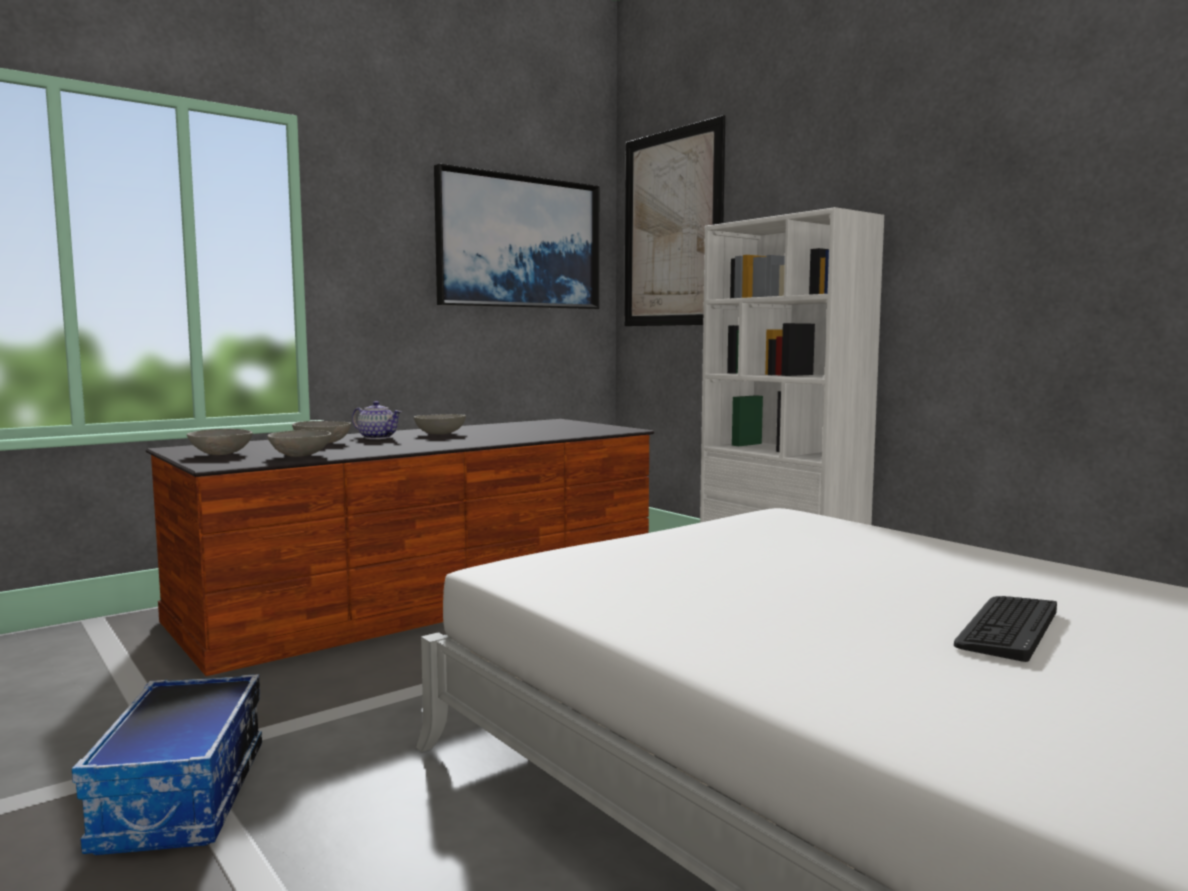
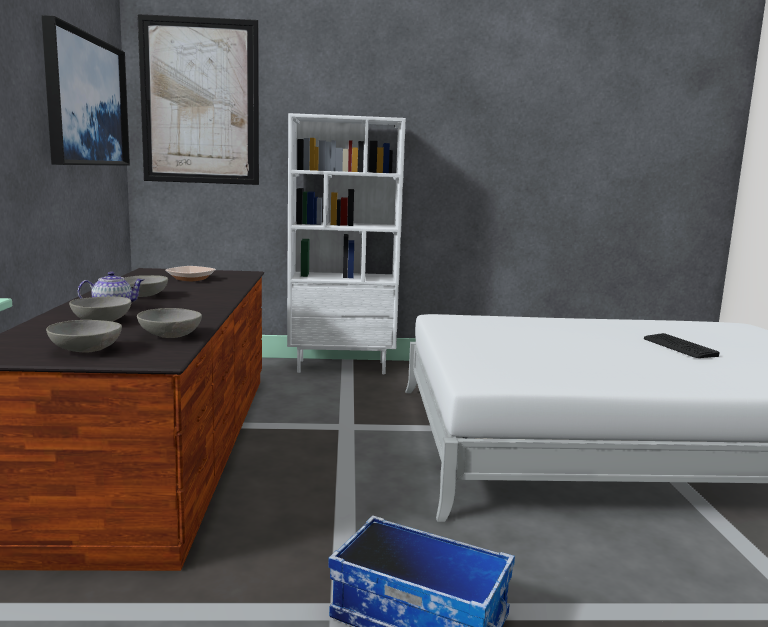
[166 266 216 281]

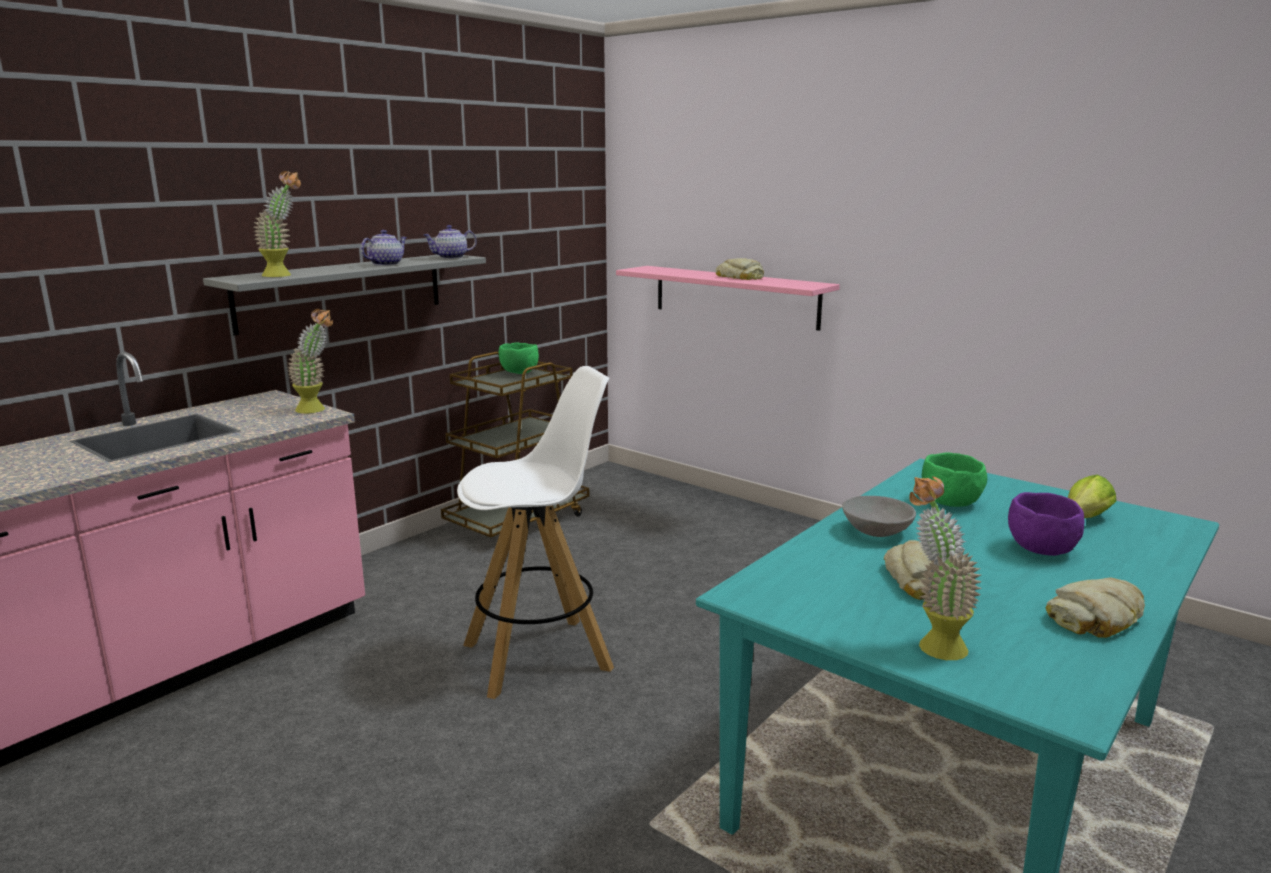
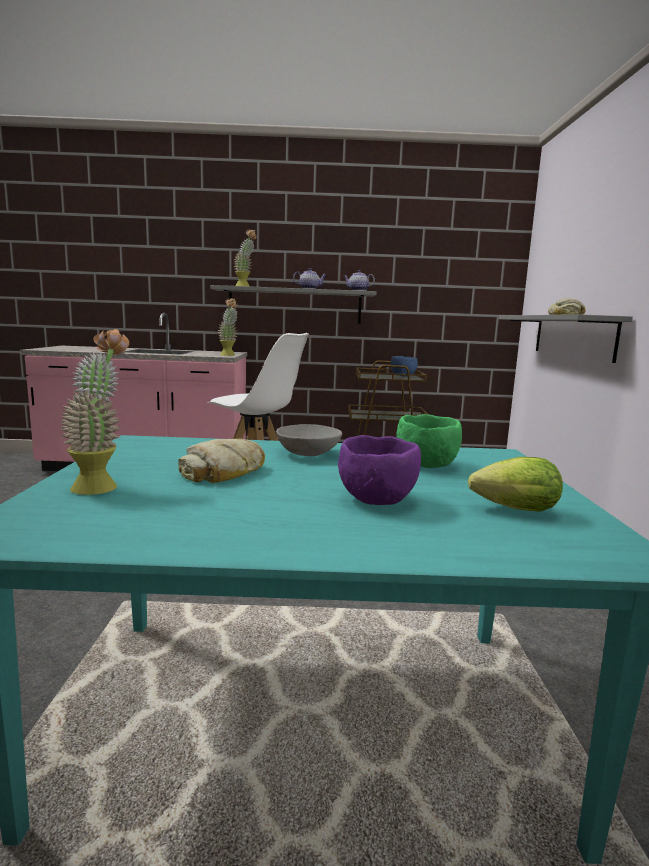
[499 314 633 363]
[391 356 418 377]
[1046 577 1145 638] (first image)

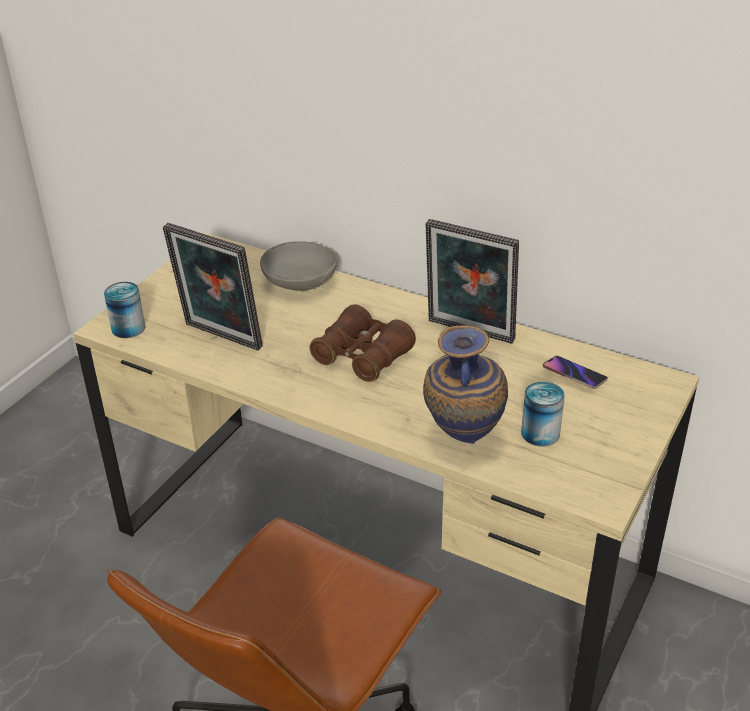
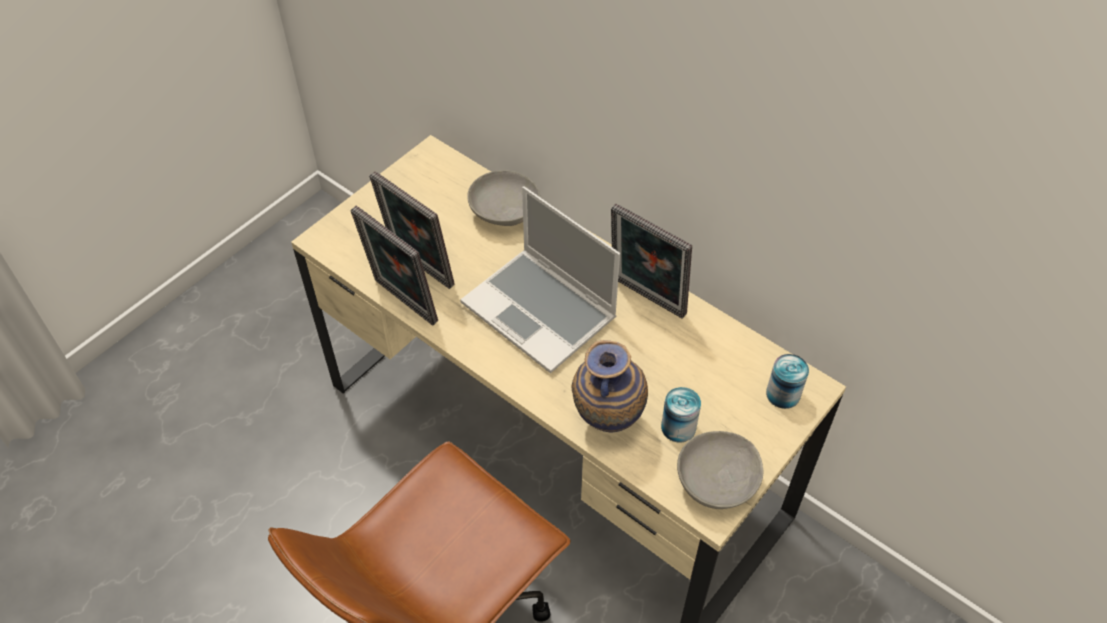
[766 354 809 409]
[460 186 620 373]
[543 356 608 389] (first image)
[350 206 438 325]
[677 431 764 509]

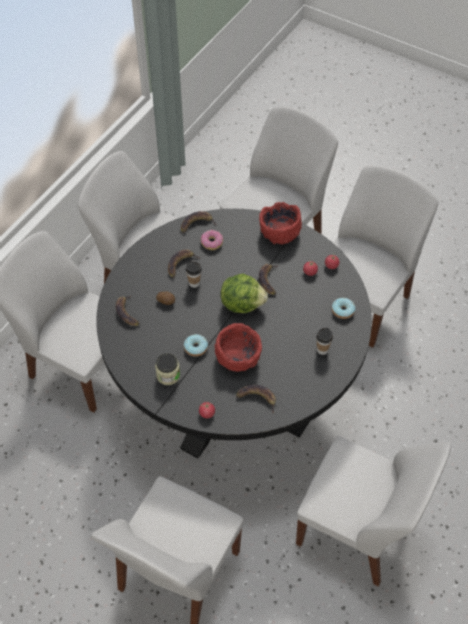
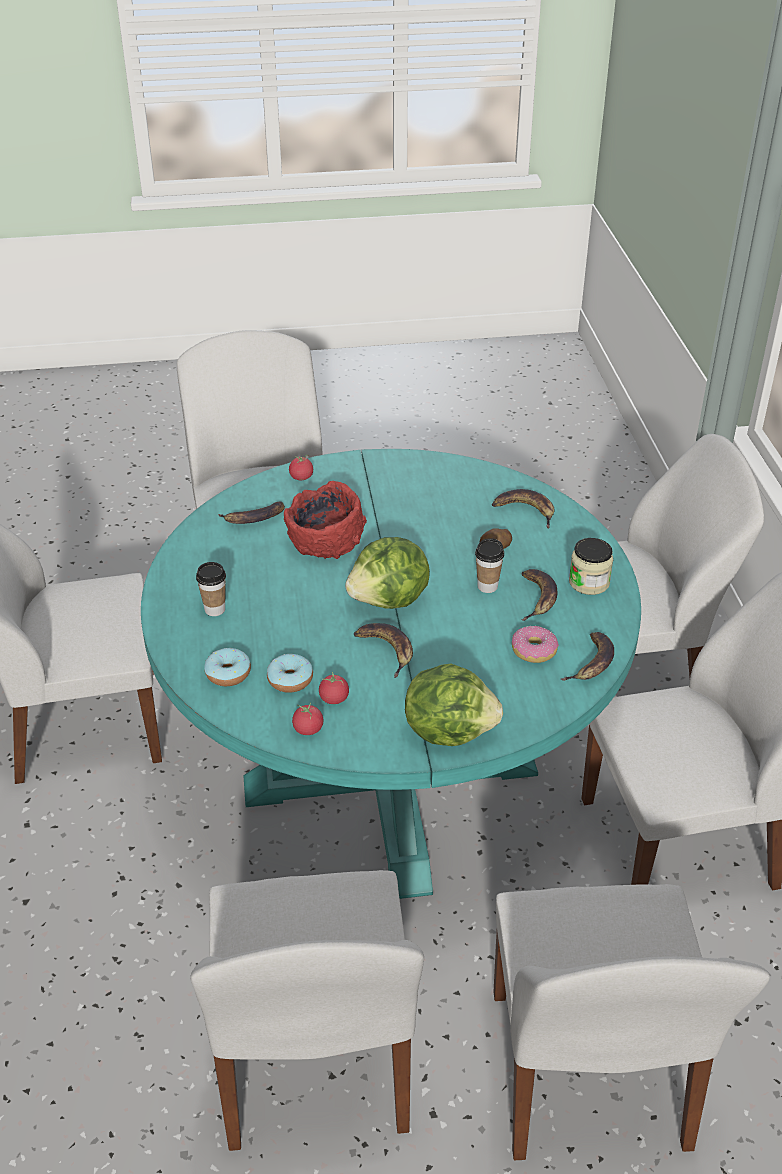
[405 664 503 746]
[141 449 641 899]
[267 654 313 693]
[569 538 613 595]

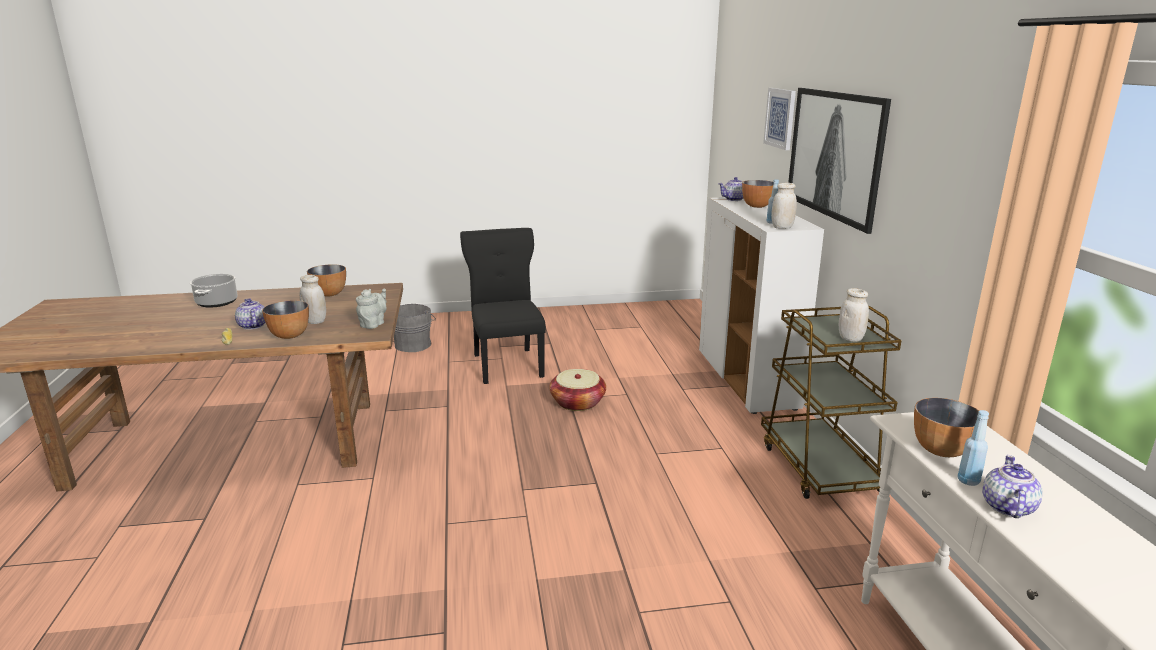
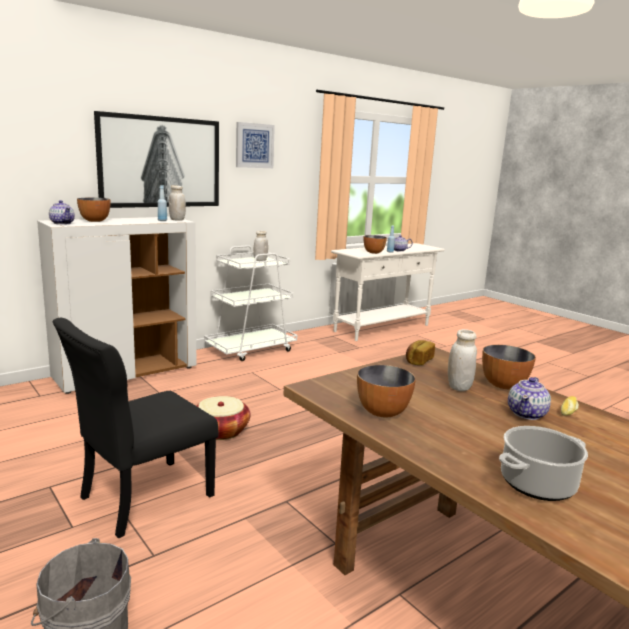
[236 122 275 168]
[406 340 435 365]
[204 245 297 361]

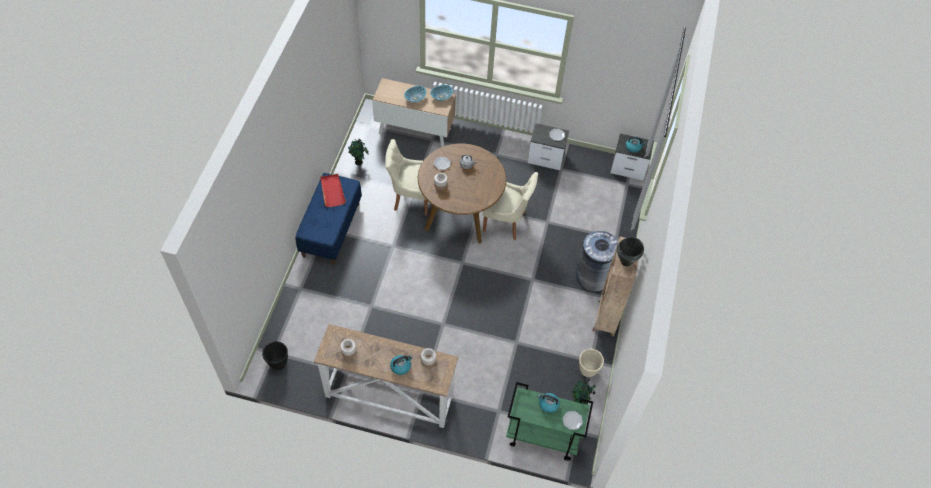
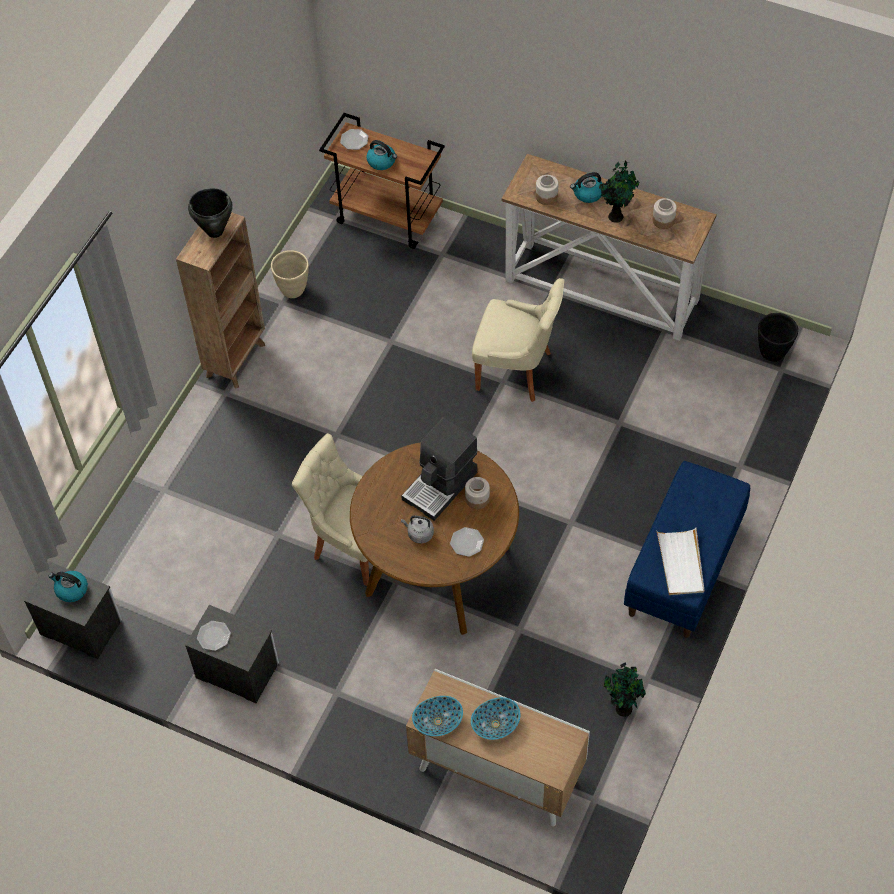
[472 278 565 402]
[657 528 704 595]
[576 231 618 291] (first image)
[599 161 639 223]
[319 113 445 249]
[401 417 477 521]

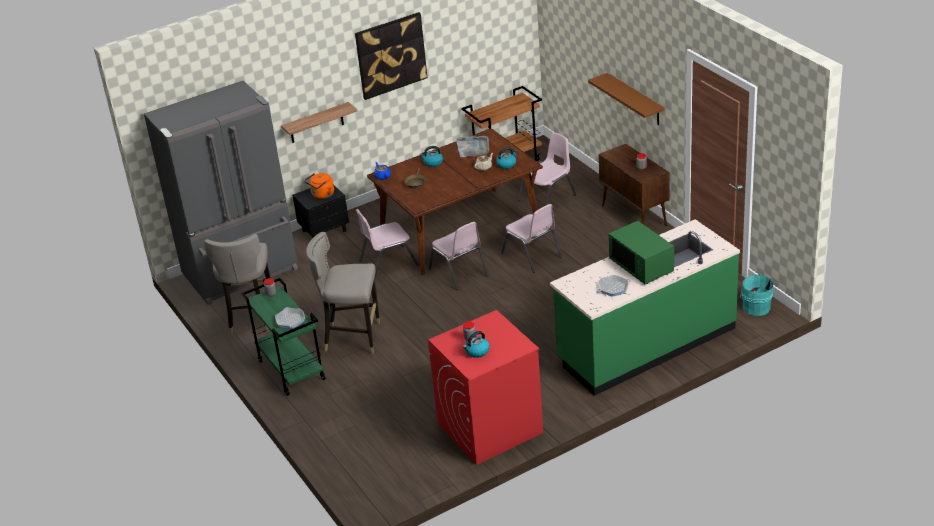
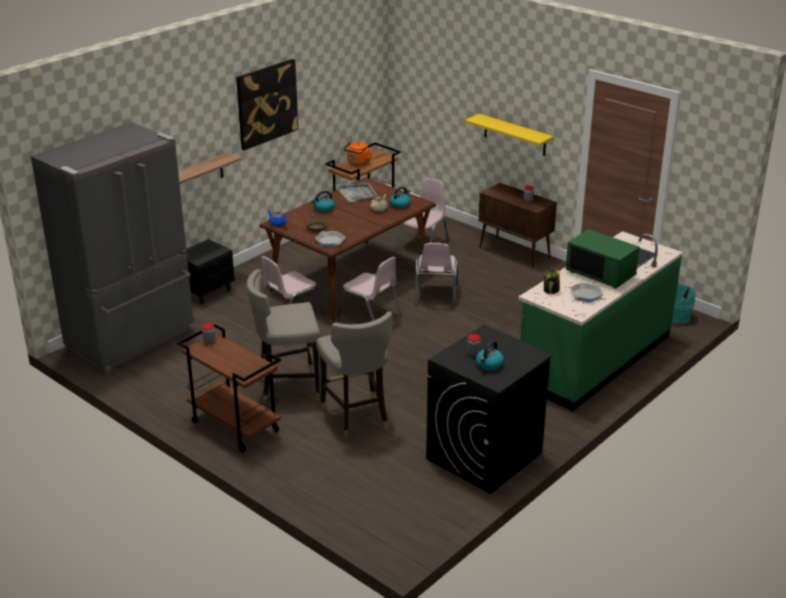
[465 114 554 156]
[344 142 372 166]
[415 243 458 307]
[316 312 392 439]
[177 324 281 453]
[315 231 345 247]
[426 325 553 494]
[544 268 560 294]

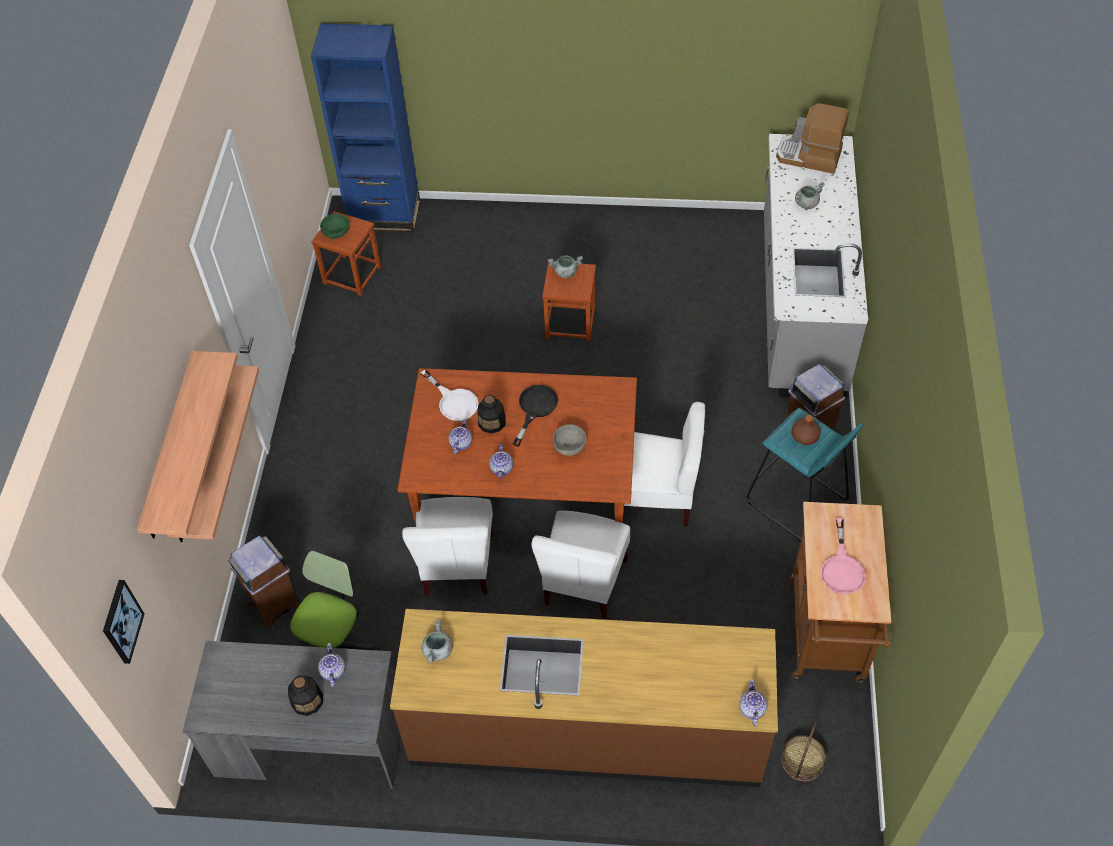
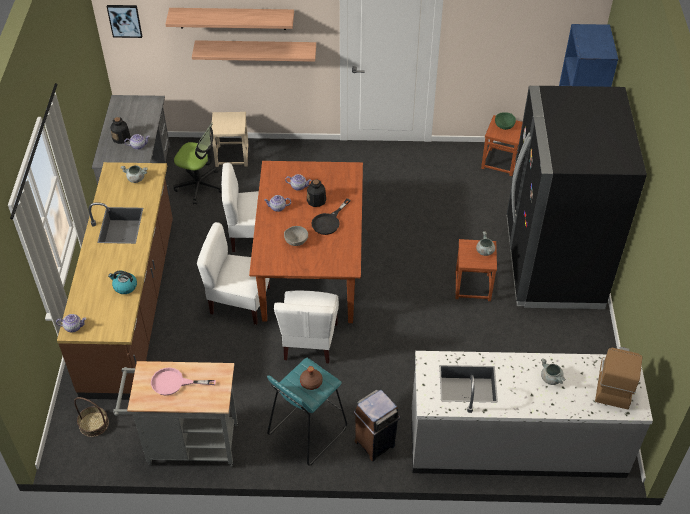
[421 370 479 421] (first image)
[311 198 351 235]
[113 361 238 466]
[211 112 249 167]
[506 86 647 309]
[108 271 137 294]

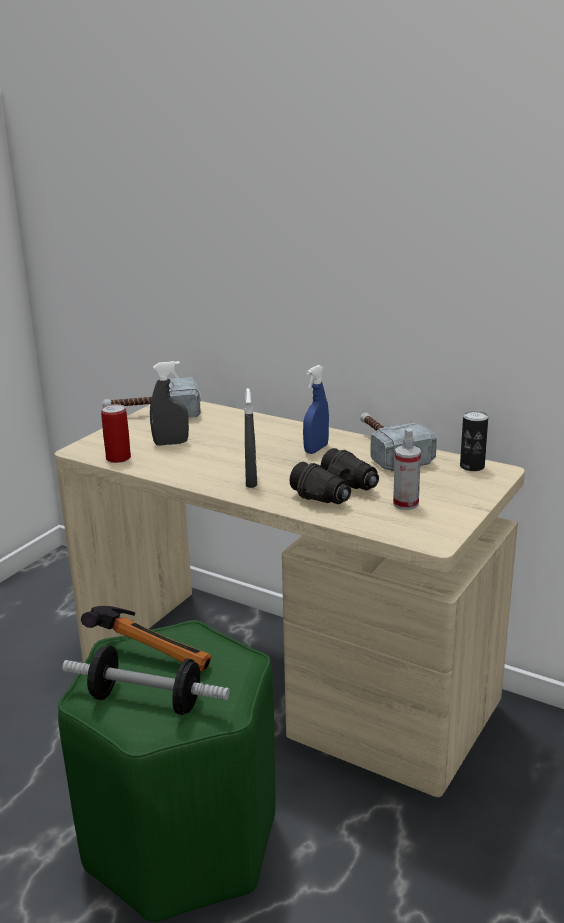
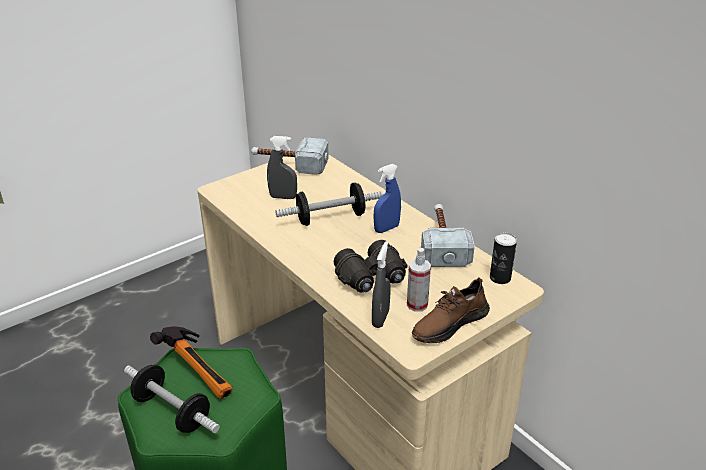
[372 241 391 328]
[101 404 131 463] (first image)
[275 182 384 226]
[412 277 490 343]

